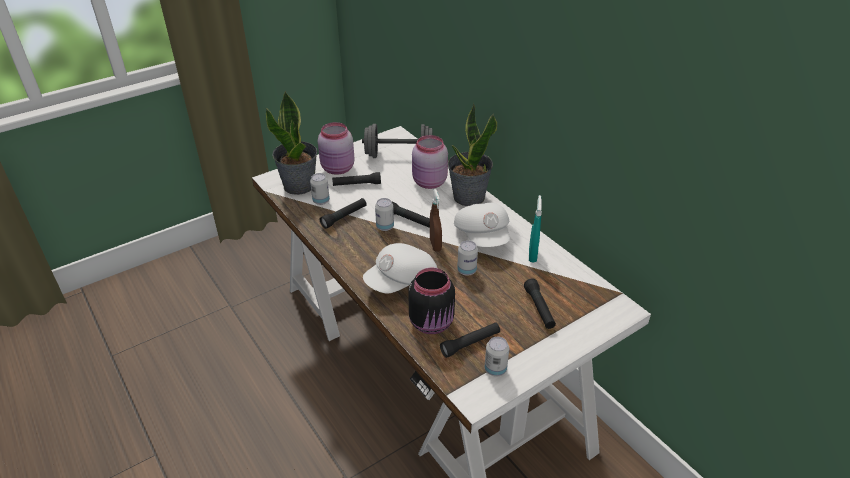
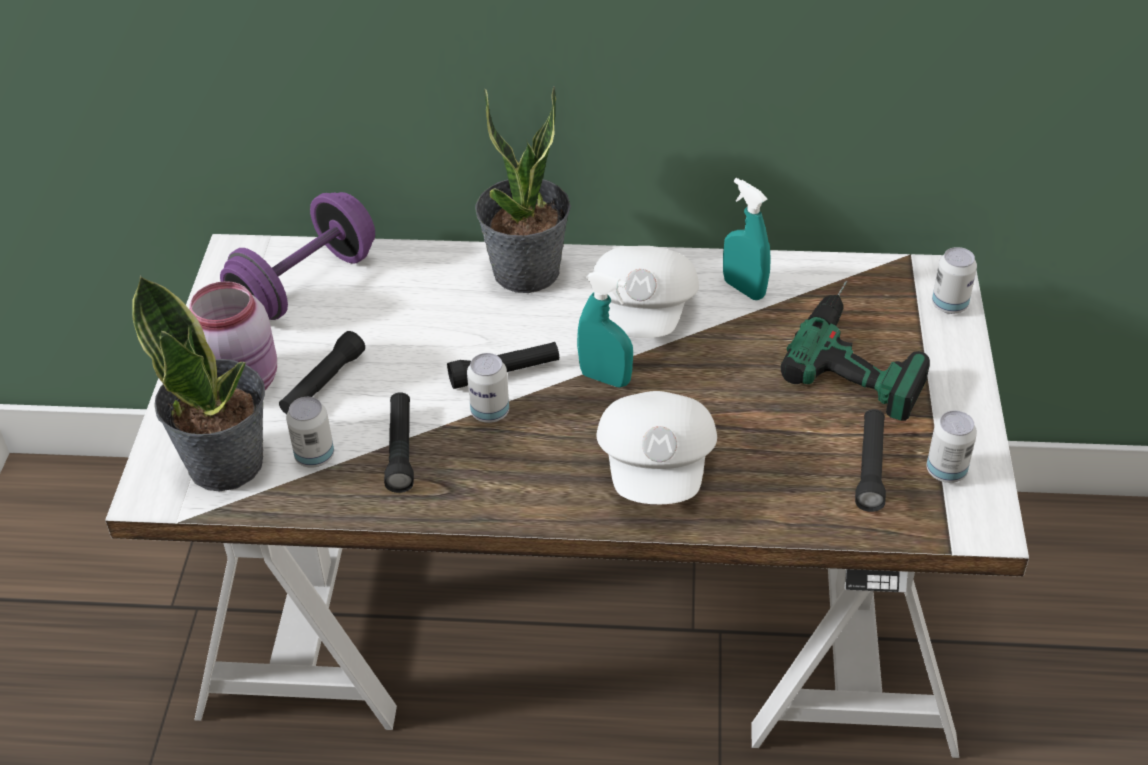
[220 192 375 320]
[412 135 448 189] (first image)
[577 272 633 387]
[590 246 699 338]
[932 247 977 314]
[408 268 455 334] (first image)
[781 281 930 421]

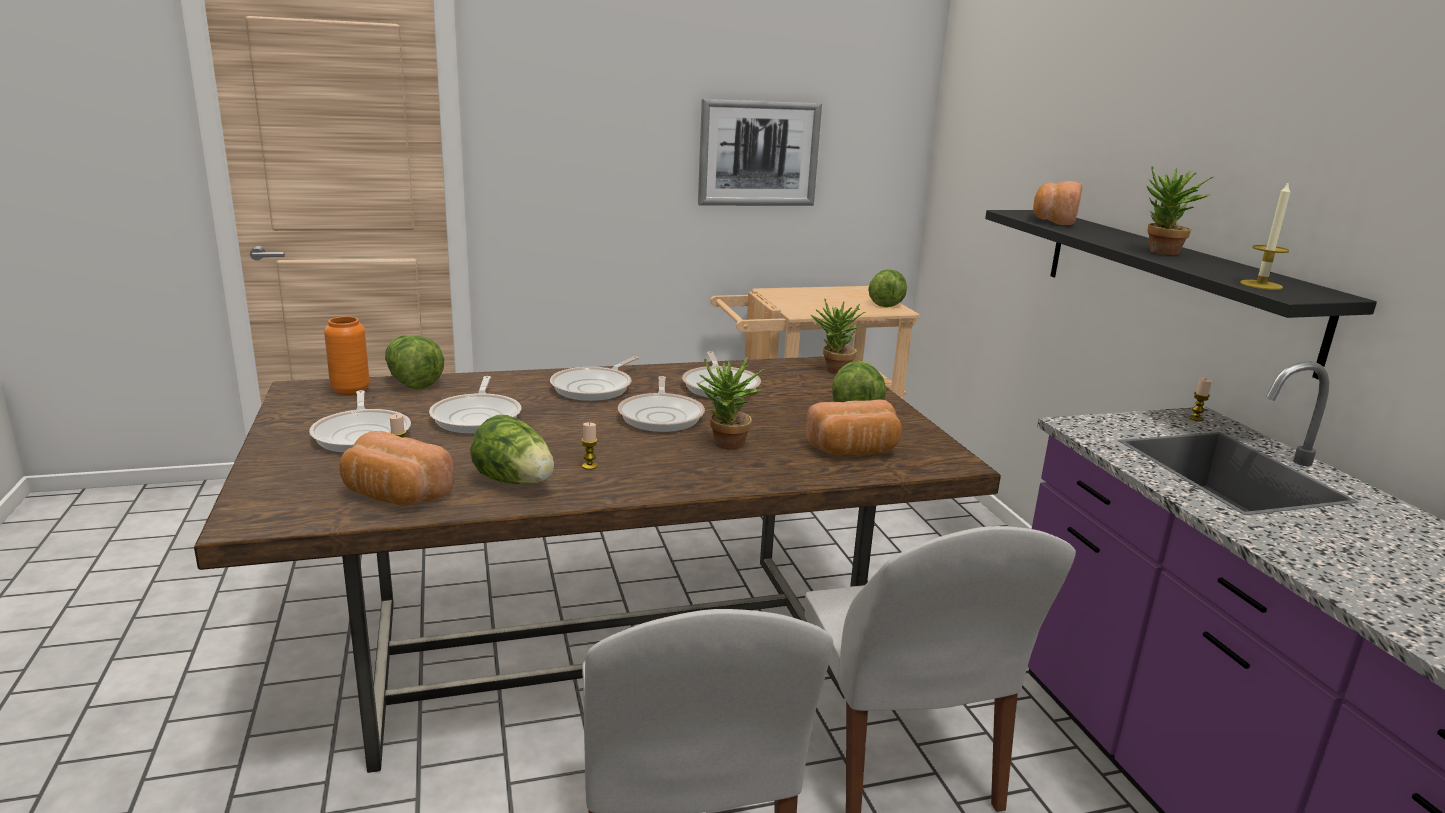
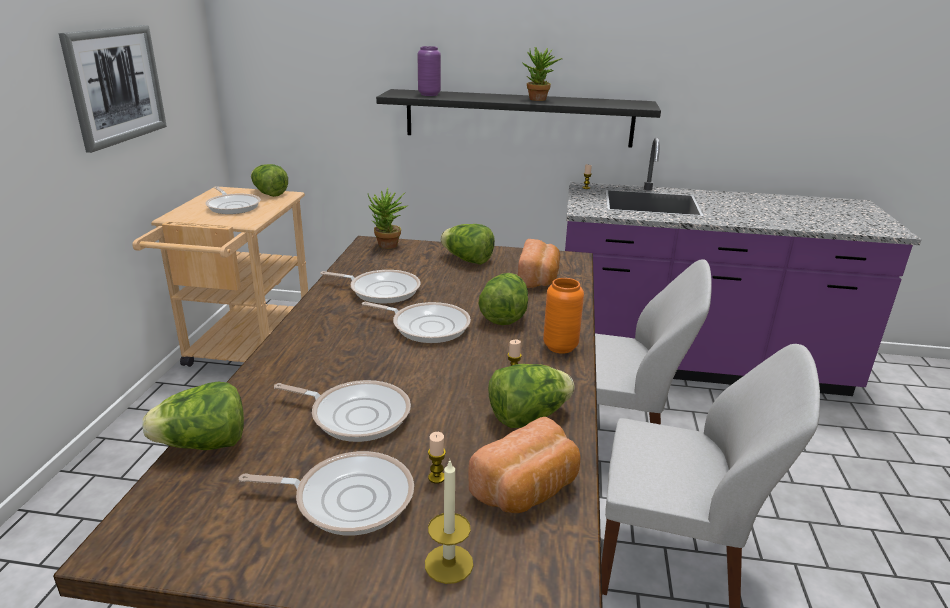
[418 46 441 96]
[425 461 473 584]
[543 278 584 354]
[205 186 261 214]
[478 273 528 325]

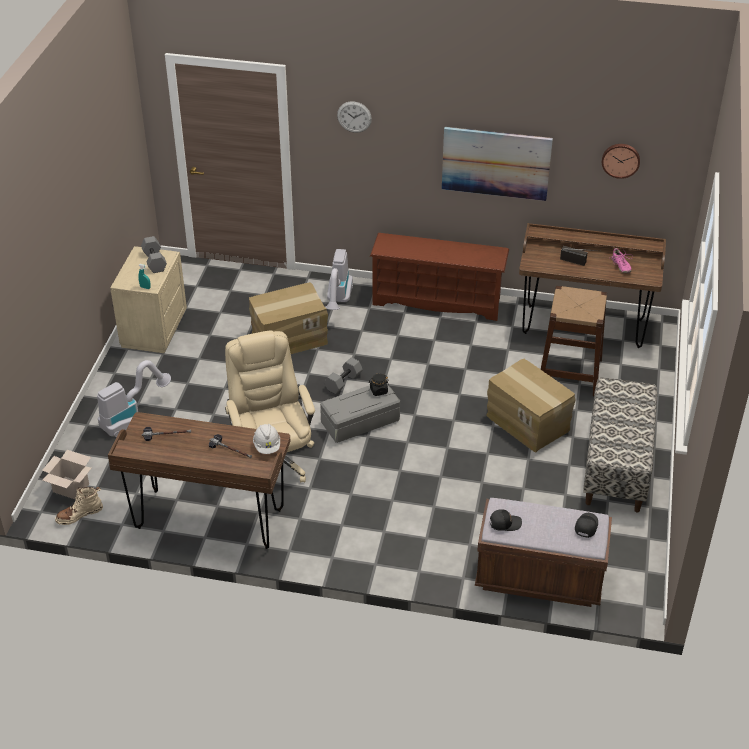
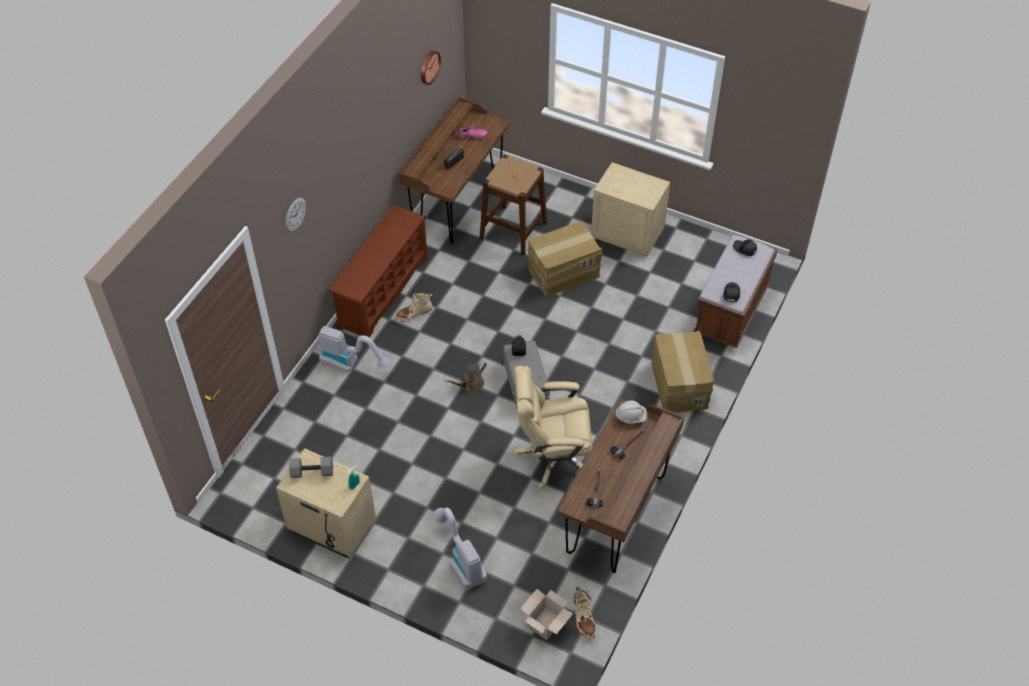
[442 127 553 201] (first image)
[652 330 714 413]
[445 361 487 392]
[591 162 670 257]
[395 292 433 322]

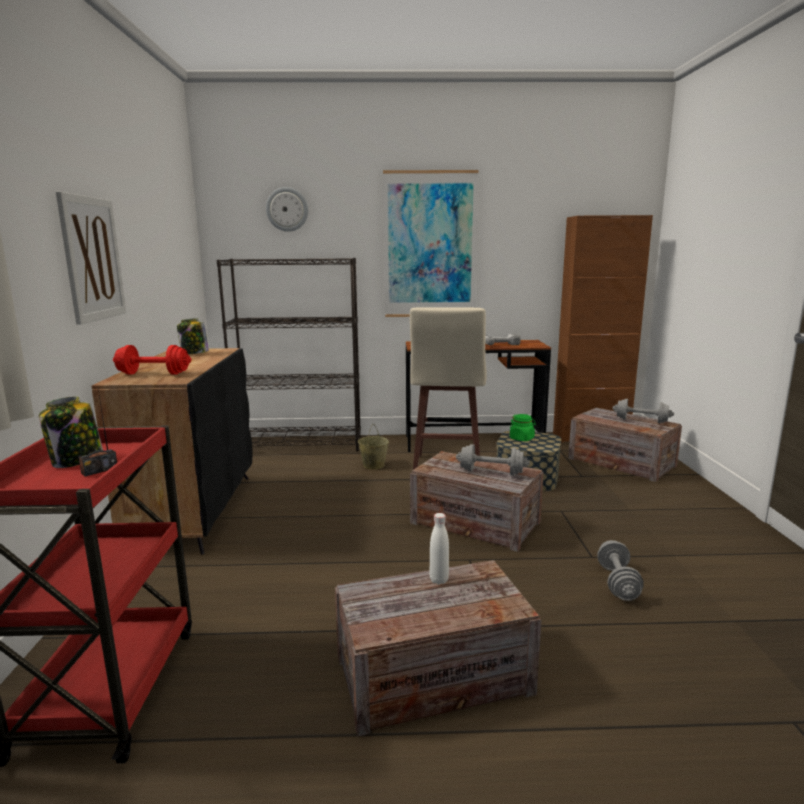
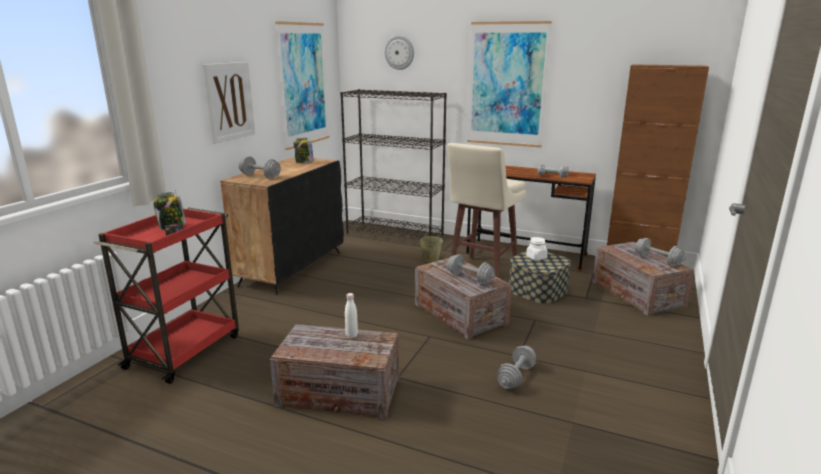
[239 156 281 178]
[526 237 548 260]
[275 21 329 150]

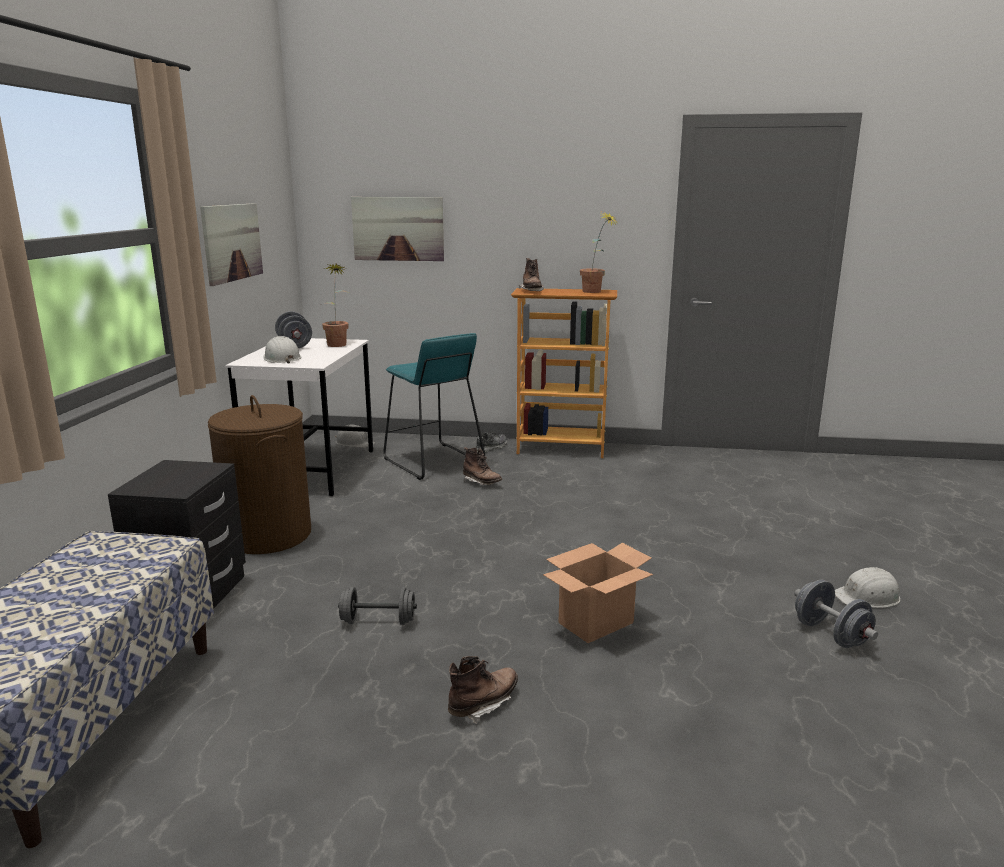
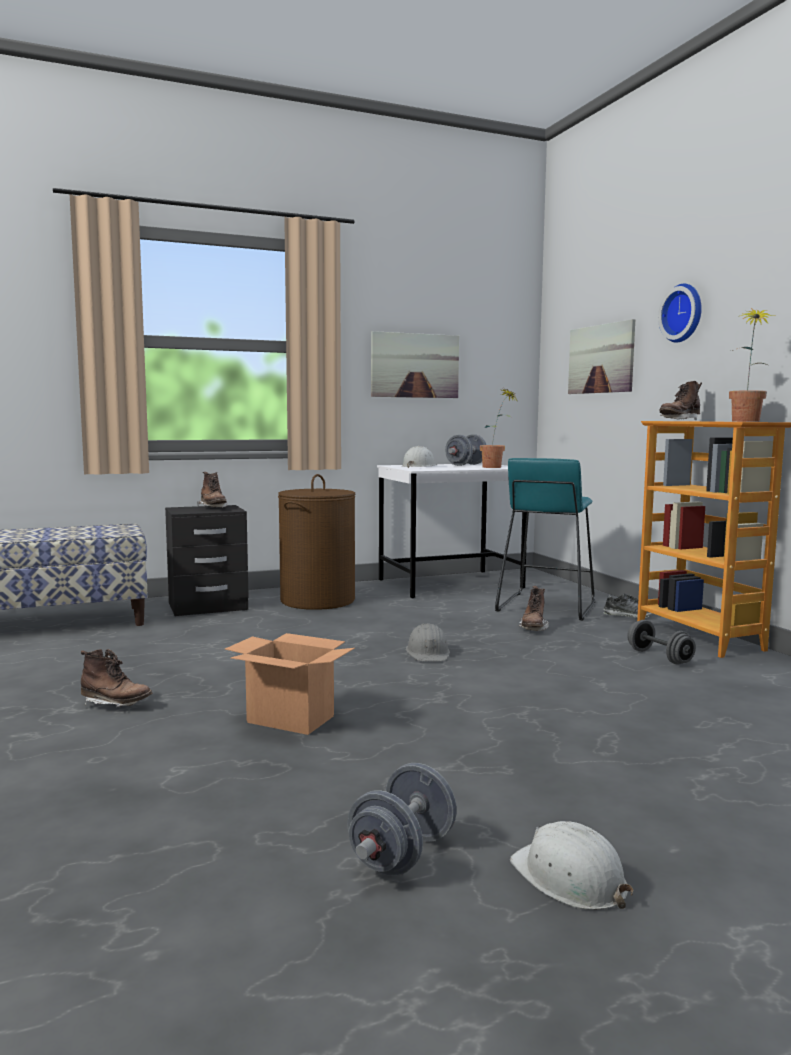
[406 623 450 661]
[627 620 696 665]
[658 284 702 343]
[197 472 227 508]

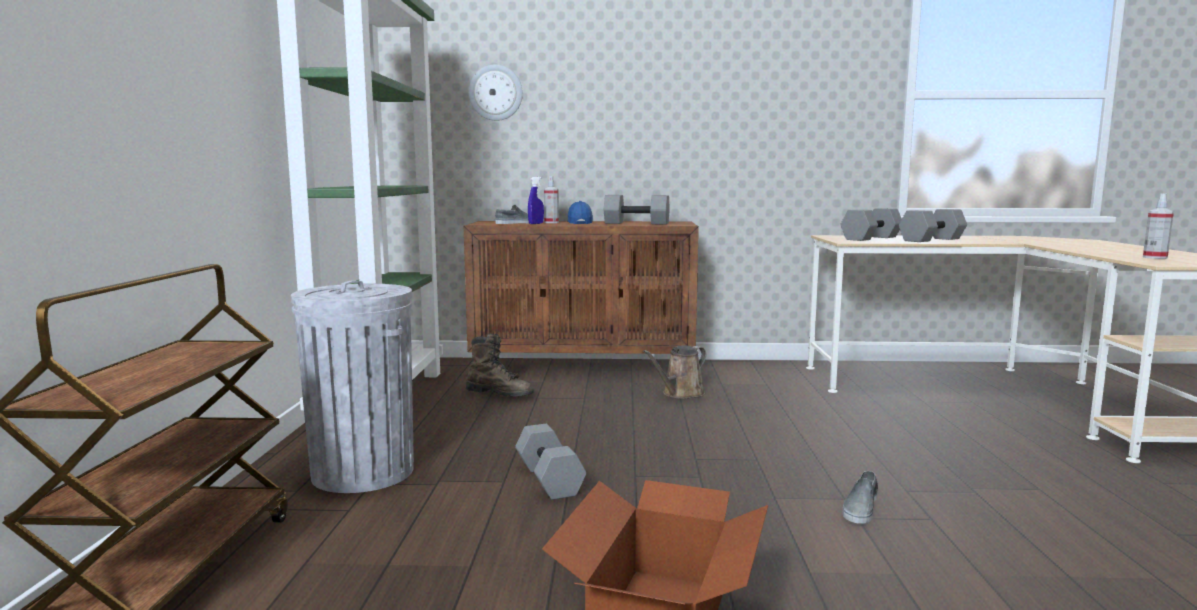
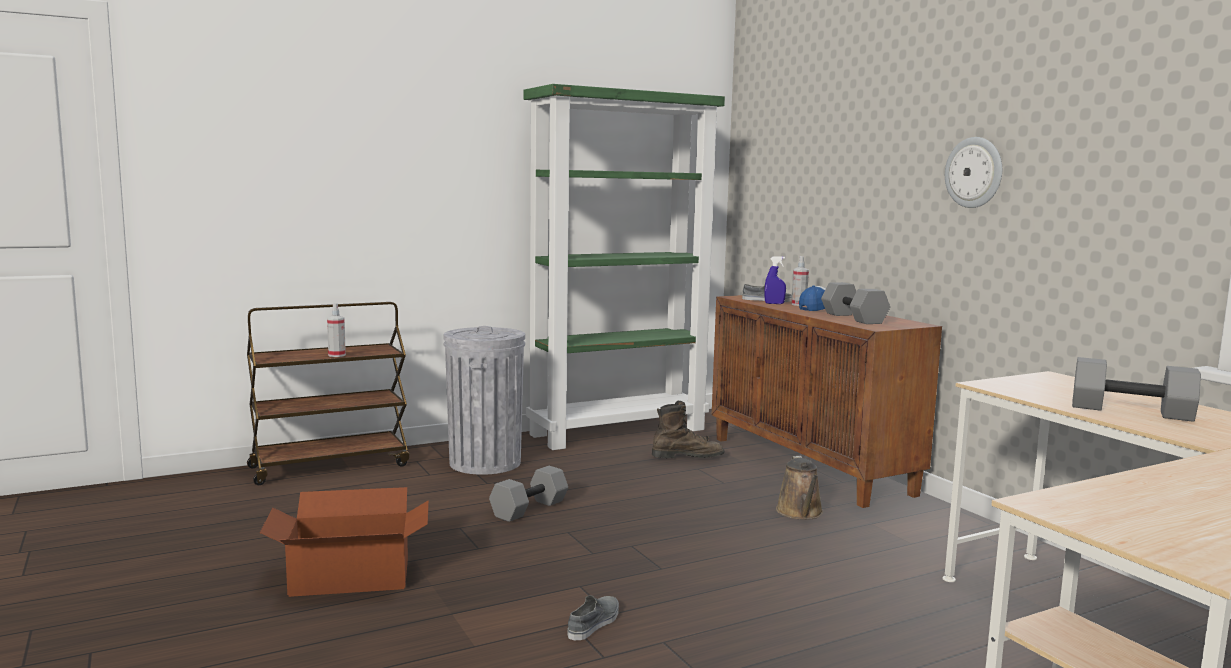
[945 137 1002 208]
[327 303 346 357]
[840 208 902 241] (first image)
[652 401 725 458]
[776 456 823 520]
[568 595 619 640]

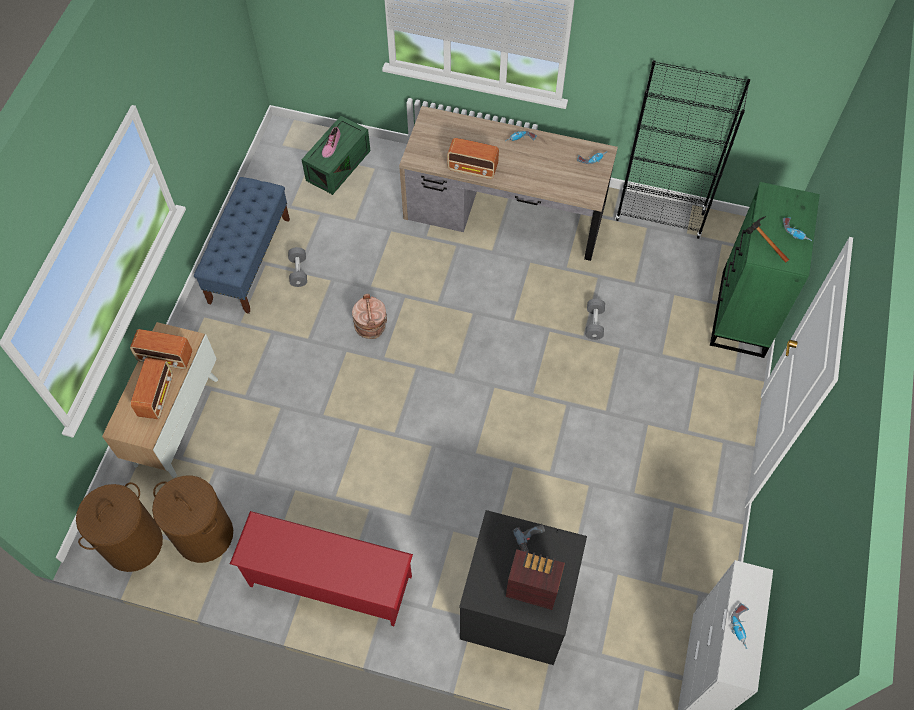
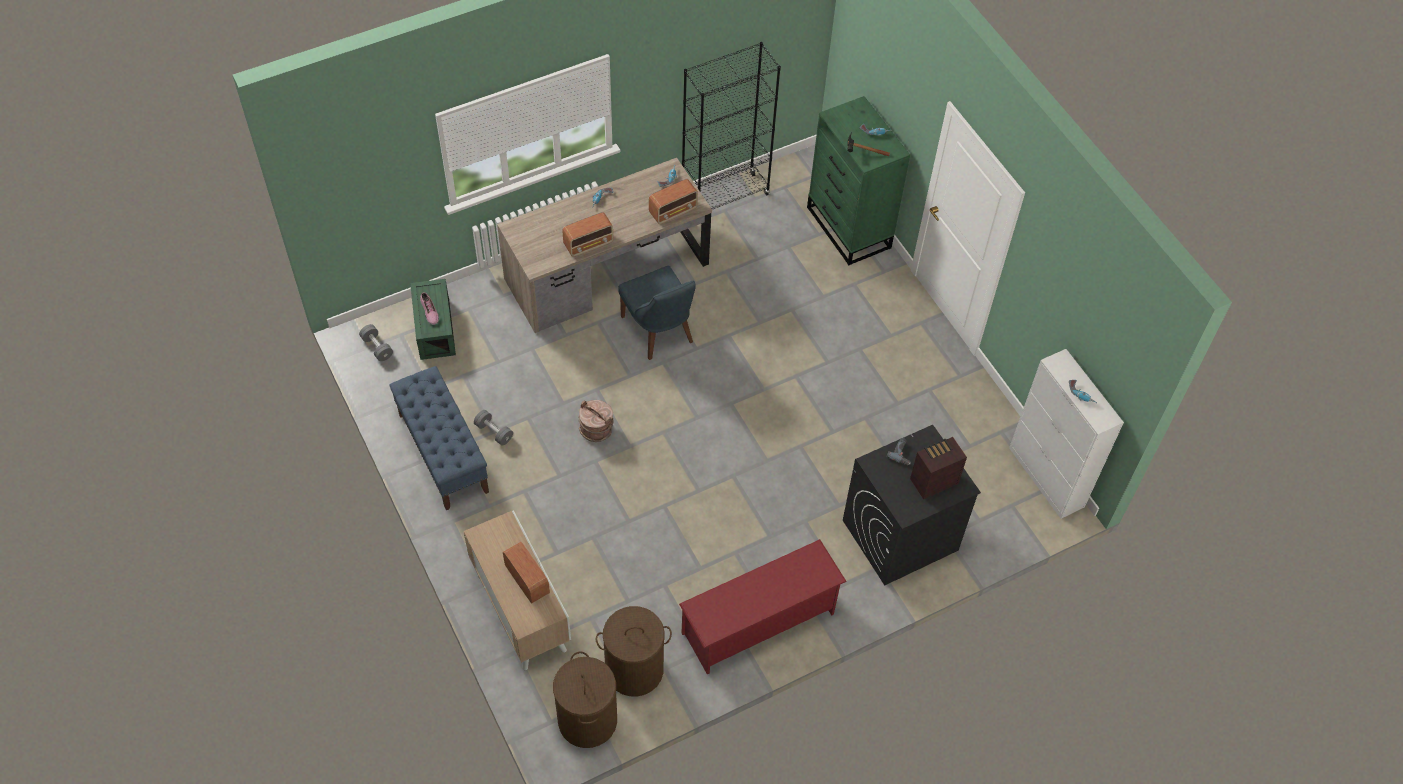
[359 324 393 361]
[649 179 698 224]
[618 266 696 360]

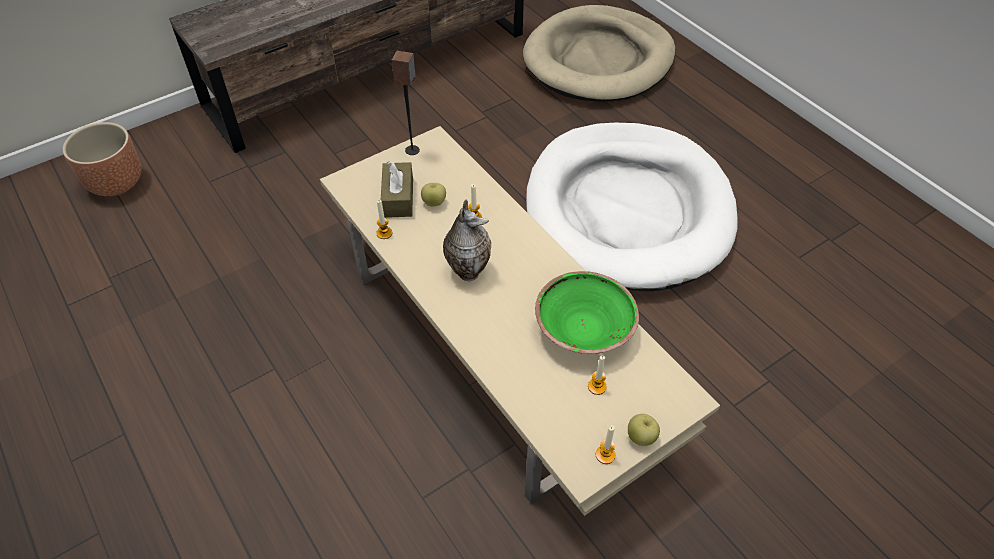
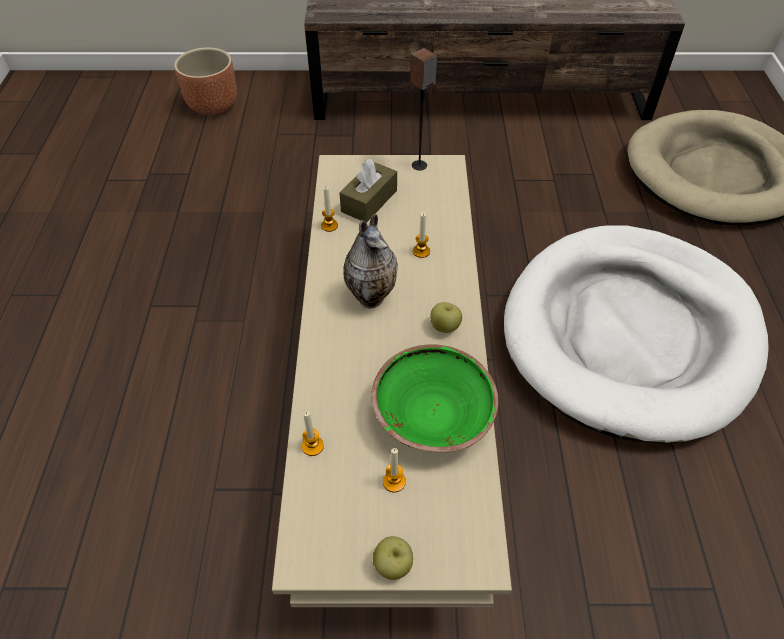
[430 302 462 333]
[302 411 324 456]

